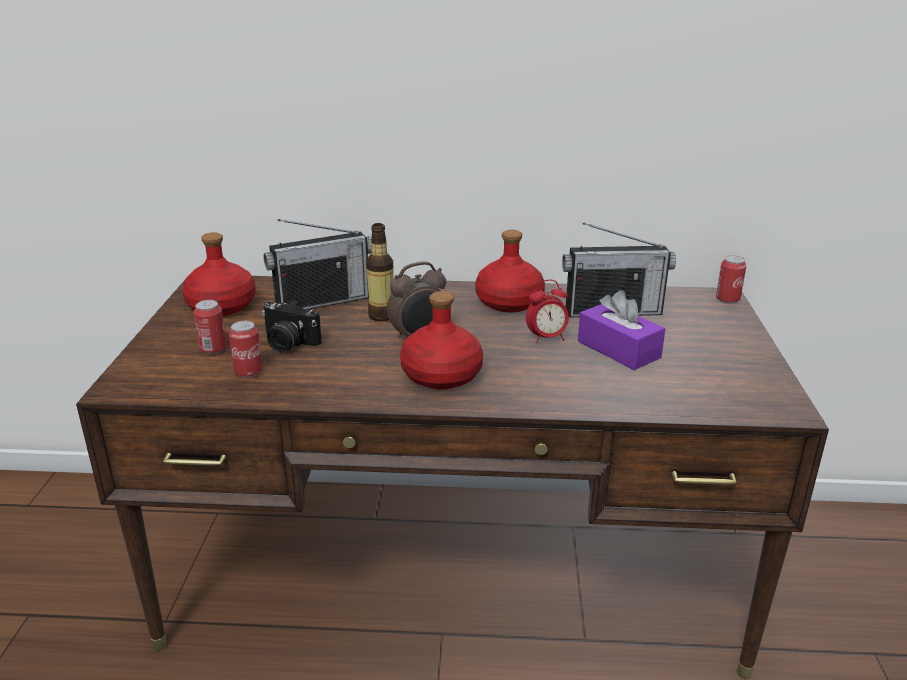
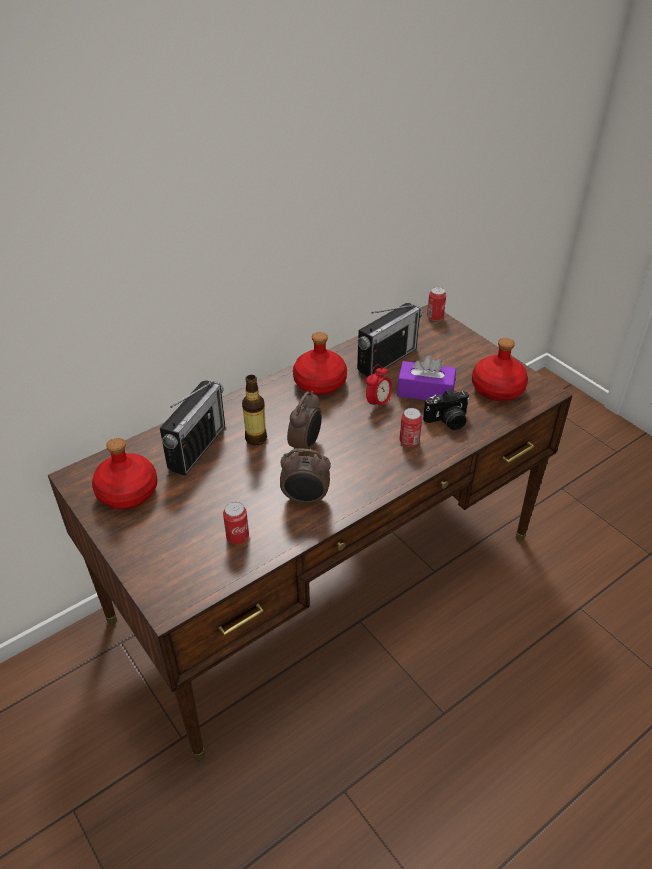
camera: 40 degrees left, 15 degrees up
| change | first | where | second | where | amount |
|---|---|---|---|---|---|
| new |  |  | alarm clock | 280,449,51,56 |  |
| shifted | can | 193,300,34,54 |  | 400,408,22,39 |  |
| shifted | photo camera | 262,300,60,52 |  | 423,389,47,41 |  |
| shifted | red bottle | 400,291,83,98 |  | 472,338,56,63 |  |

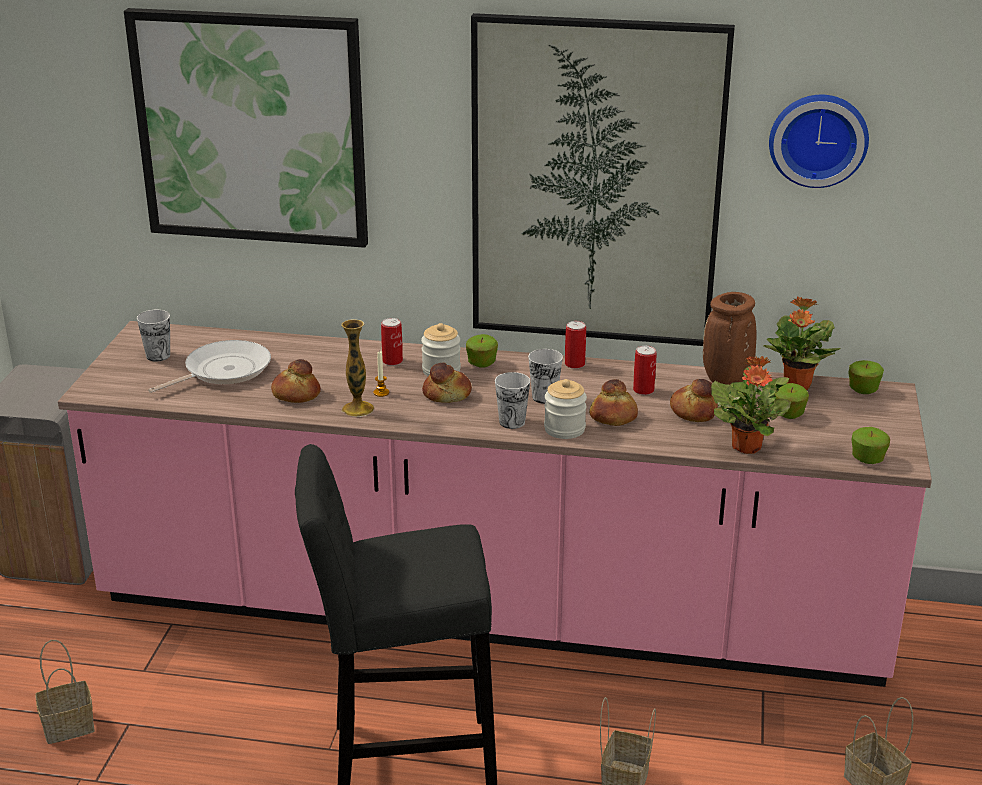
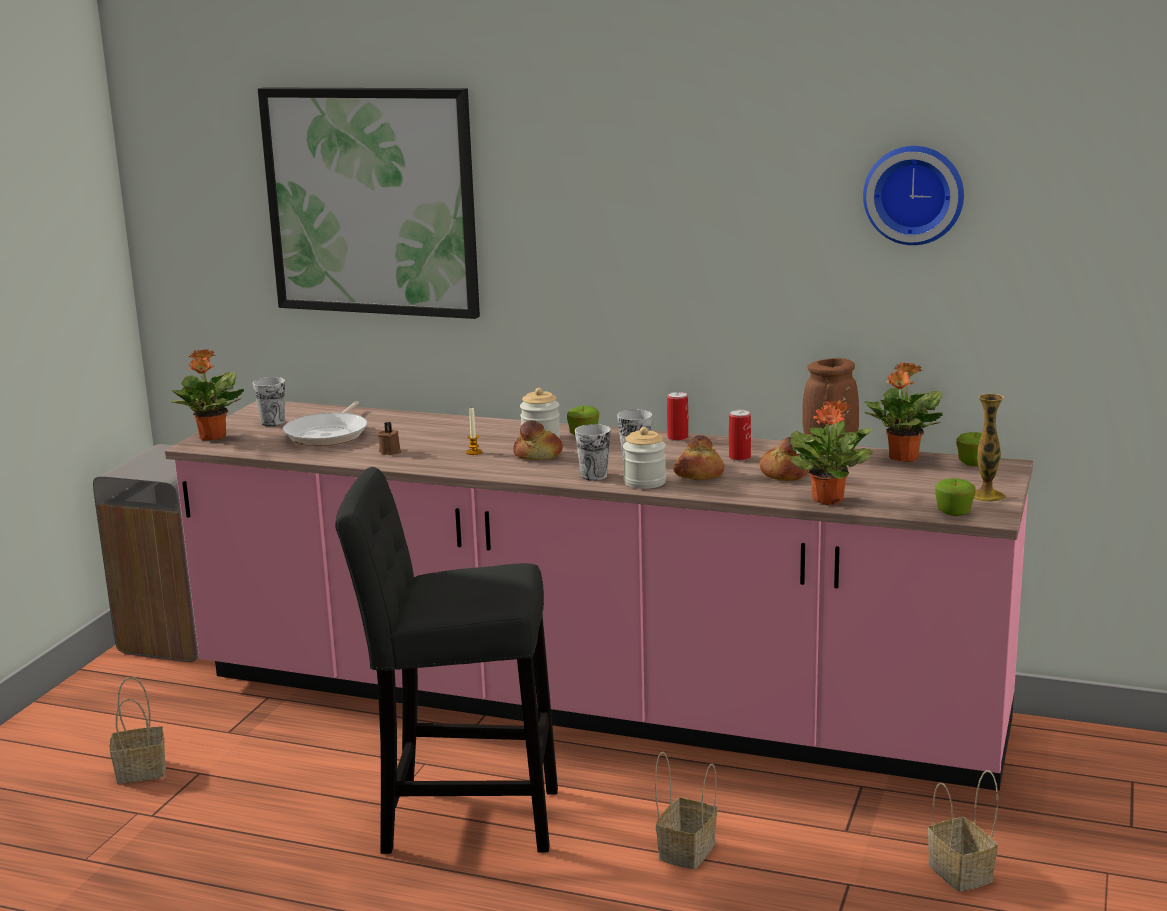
camera: 10 degrees right, 10 degrees down
| change | first | where | second | where | amount |
|---|---|---|---|---|---|
| new |  |  | potted plant | 171,349,73,91 |  |
| rotated | frying pan | 148,340,123,53 |  | 283,401,85,45 | 135 degrees clockwise |
| swapped | bread | 271,359,50,44 | brown candle | 377,422,24,33 |  |
| shifted | vase | 341,319,33,98 |  | 974,394,32,108 |  |
| gone | can | 381,318,22,48 |  |  |  |
| gone | picture | 471,13,264,333 |  |  |  |
| gone | apple | 775,383,34,36 |  |  |  |

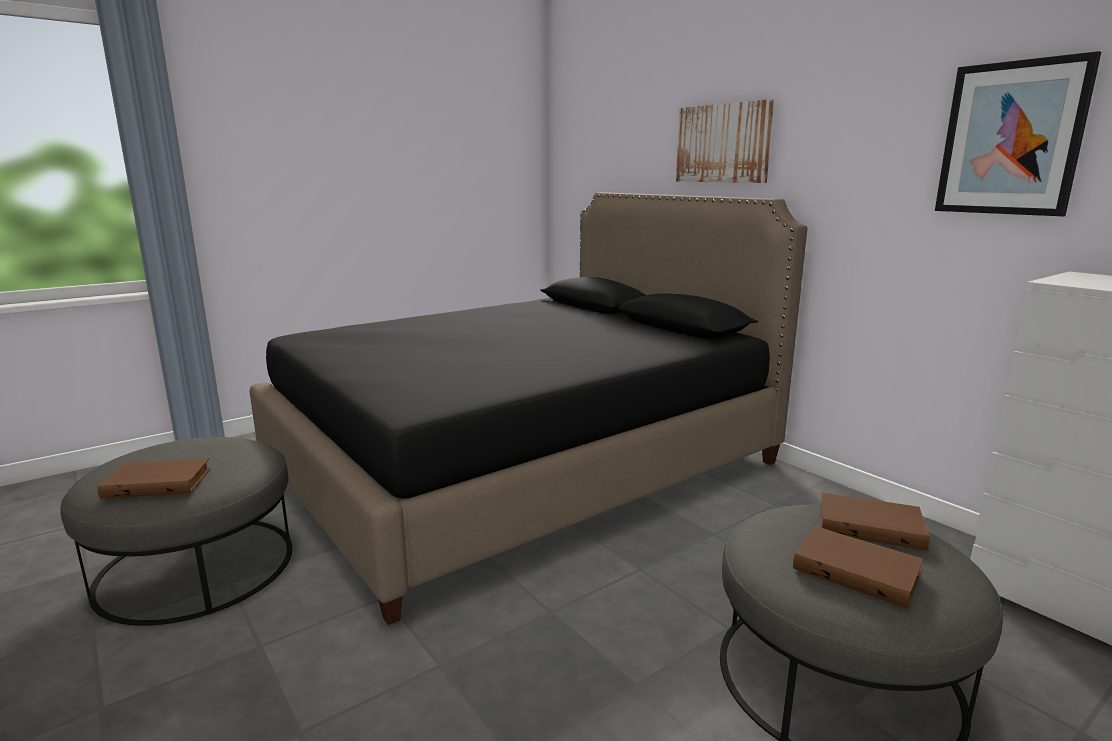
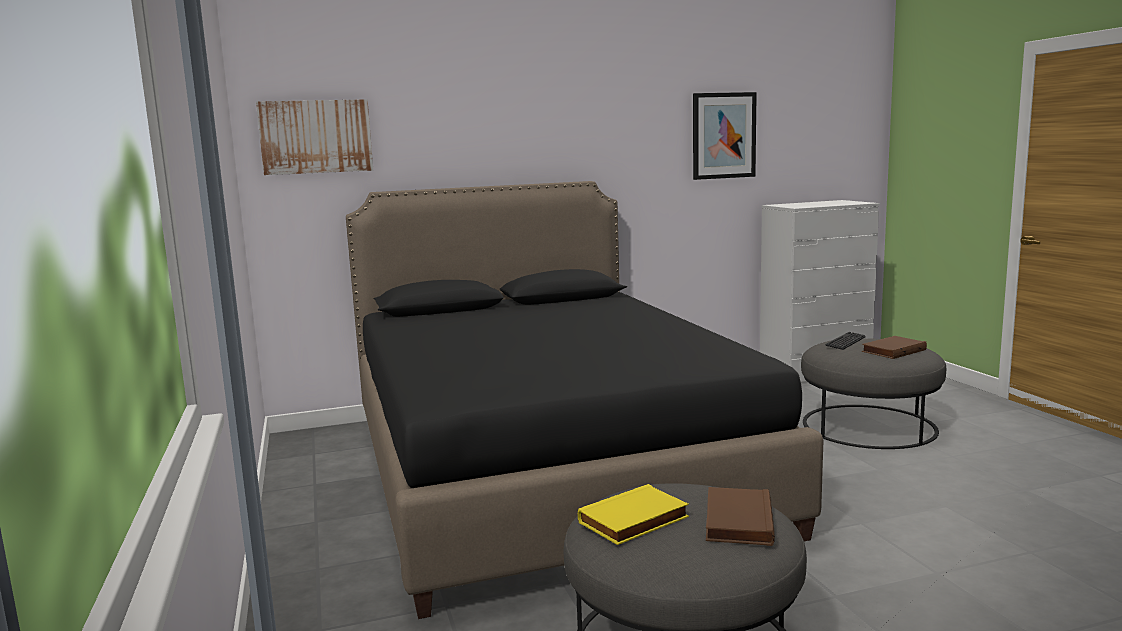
camera: 70 degrees left, 5 degrees down
| change | first | where | second | where | amount |
|---|---|---|---|---|---|
| shifted | picture | 676,99,98,84 |  | 256,99,117,76 |  |
| new |  |  | yellow book | 578,484,111,61 |  |
| swapped | brown book | 820,492,110,59 | keyboard | 825,332,41,18 |  |

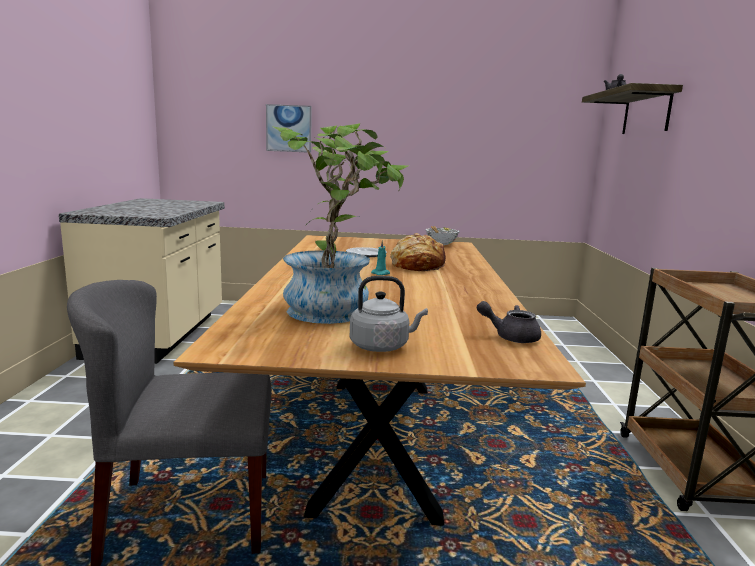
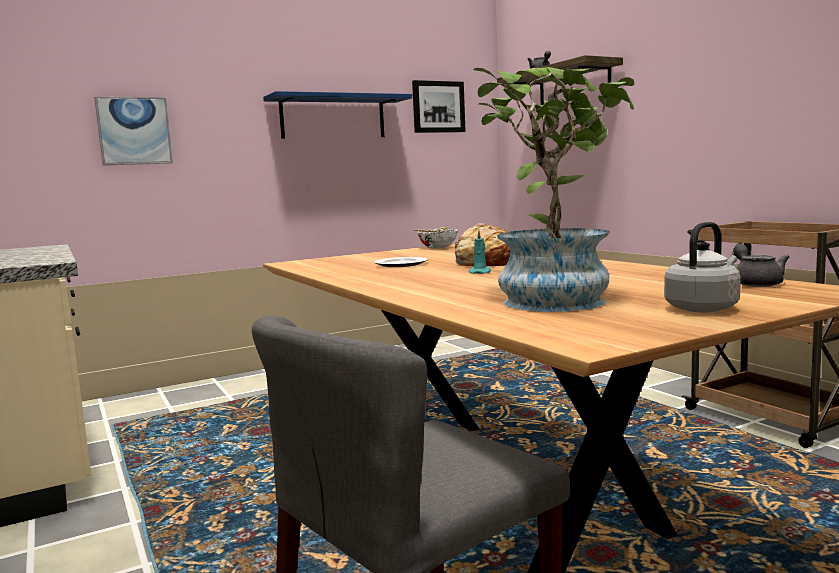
camera: 30 degrees left, 5 degrees down
| change | first | where | second | where | amount |
|---|---|---|---|---|---|
| new |  |  | blue shelf | 263,91,149,48 |  |
| new |  |  | picture | 412,80,54,53 |  |
| rotated | grey teapot | 477,301,64,42 |  | 733,244,56,43 | 105 degrees clockwise |

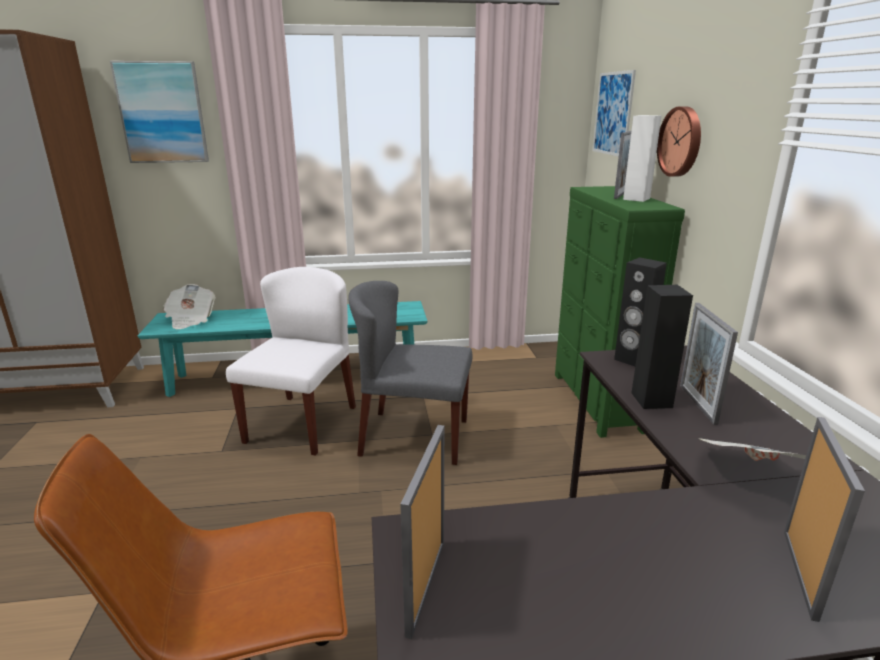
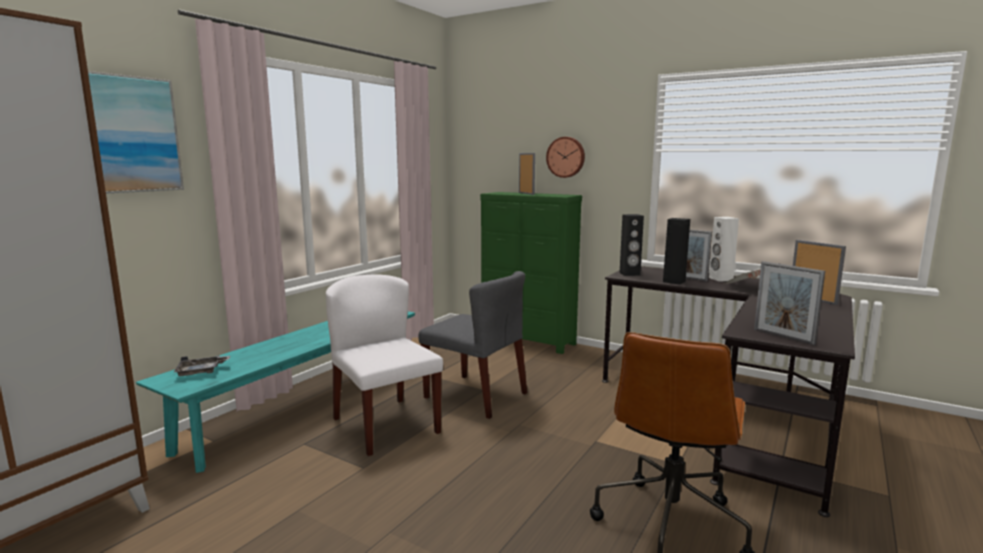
camera: 50 degrees left, 10 degrees down
| change | first | where | second | where | amount |
|---|---|---|---|---|---|
| swapped | newspaper | 163,284,53,45 | grey tray | 174,356,56,20 |  |
| rotated | grey chair | 348,281,125,184 |  | 418,271,109,148 | 105 degrees counterclockwise |
| shifted | white speaker | 623,115,38,87 |  | 709,217,30,65 |  |
| gone | picture | 593,70,43,87 |  |  |  |

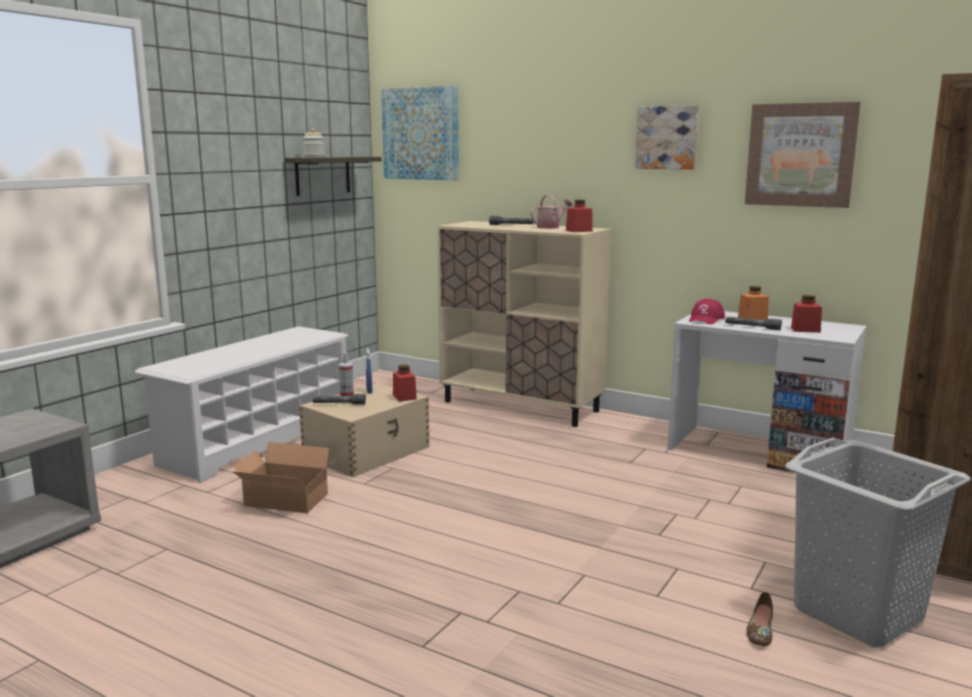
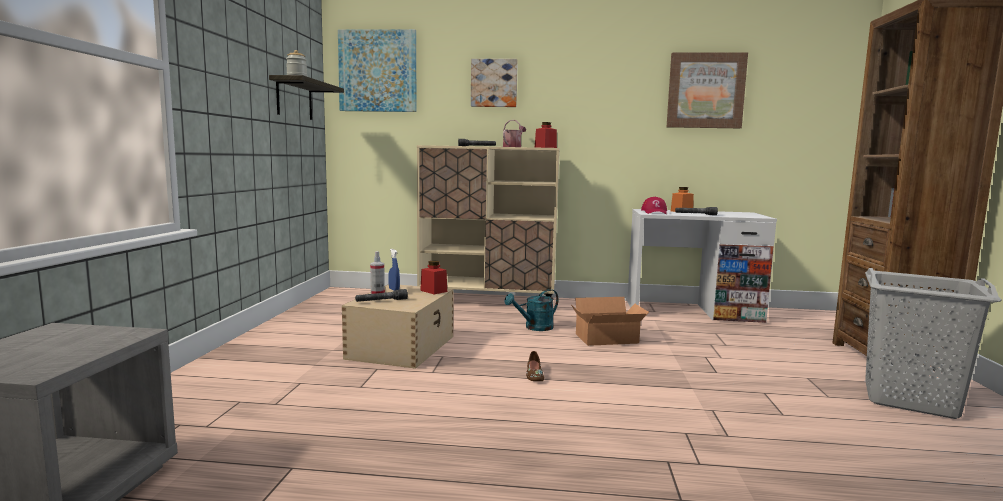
camera: 25 degrees left, 5 degrees down
| change | first | where | second | where | amount |
|---|---|---|---|---|---|
| shifted | picture | 635,105,64,64 |  | 471,59,47,48 |  |
| new |  |  | turquoise watering can | 504,289,54,42 |  |
| shifted | brown shoe | 747,592,26,54 |  | 526,351,18,30 |  |
| shifted | cardboard box | 232,442,104,71 |  | 571,297,78,49 |  |
| gone | white shoe rack | 135,326,213,157 |  |  |  |
| gone | red jar | 791,295,31,38 |  |  |  |

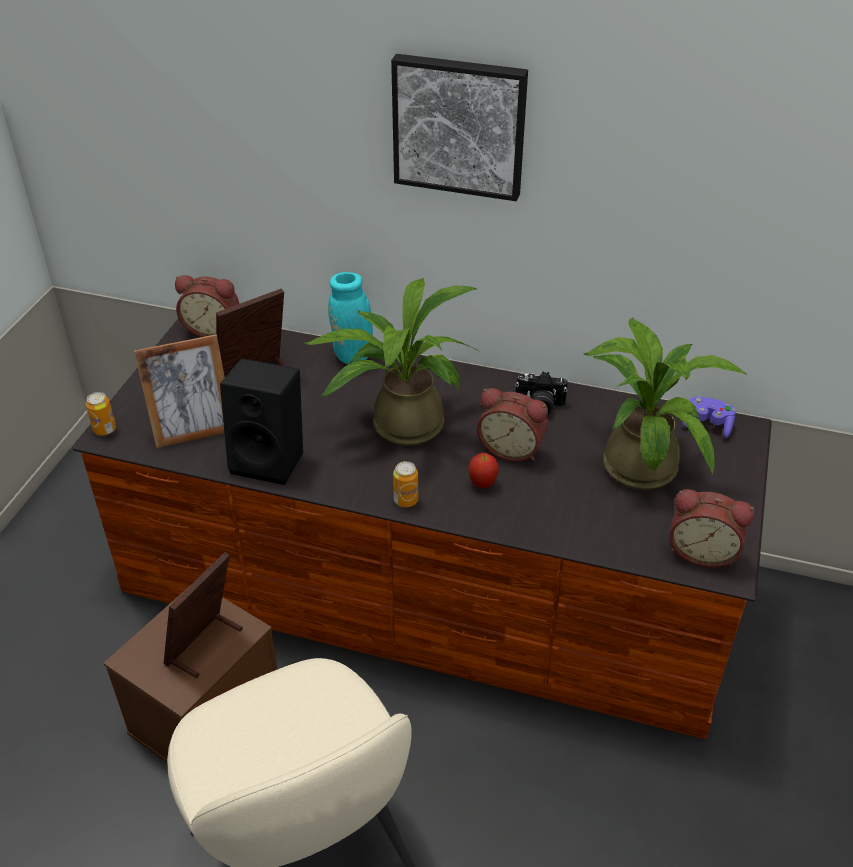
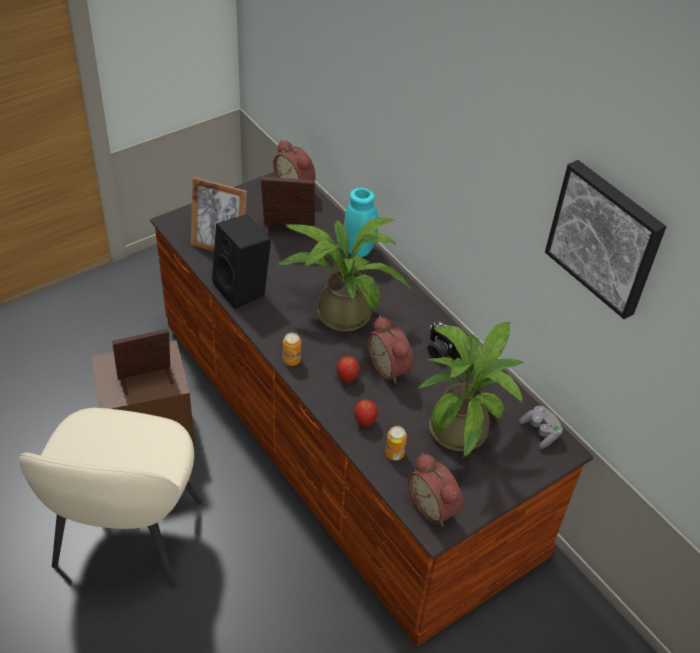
camera: 35 degrees right, 5 degrees up
| change | first | where | second | where | amount |
|---|---|---|---|---|---|
| new |  |  | apple | 354,399,24,27 |  |
| shifted | can | 86,392,30,44 |  | 385,426,22,34 |  |
| repainted | purple game controller | 682,397,54,42 | grey game controller | 519,406,44,43 |  |
| shifted | picture | 391,54,137,147 |  | 545,160,121,159 |  |

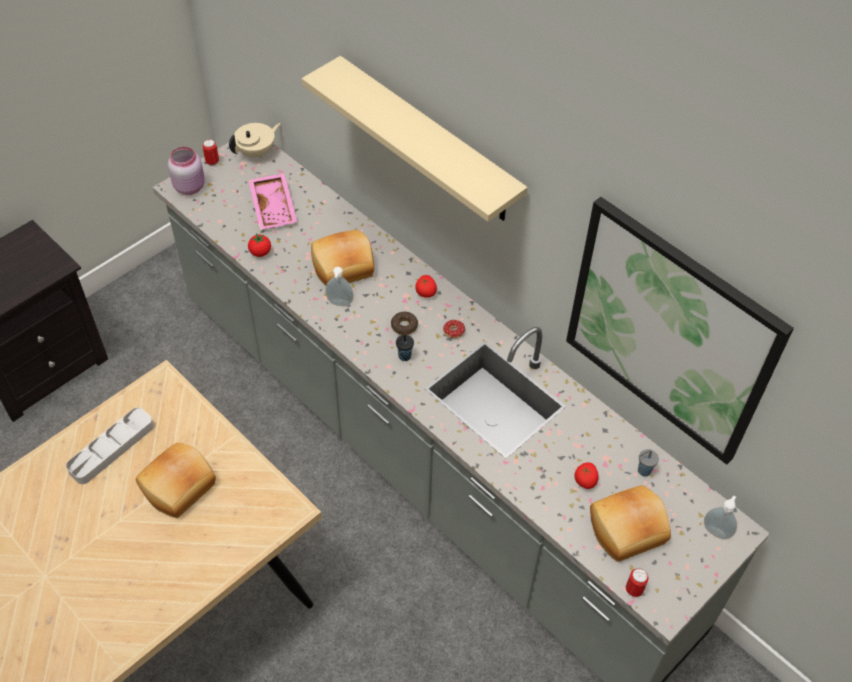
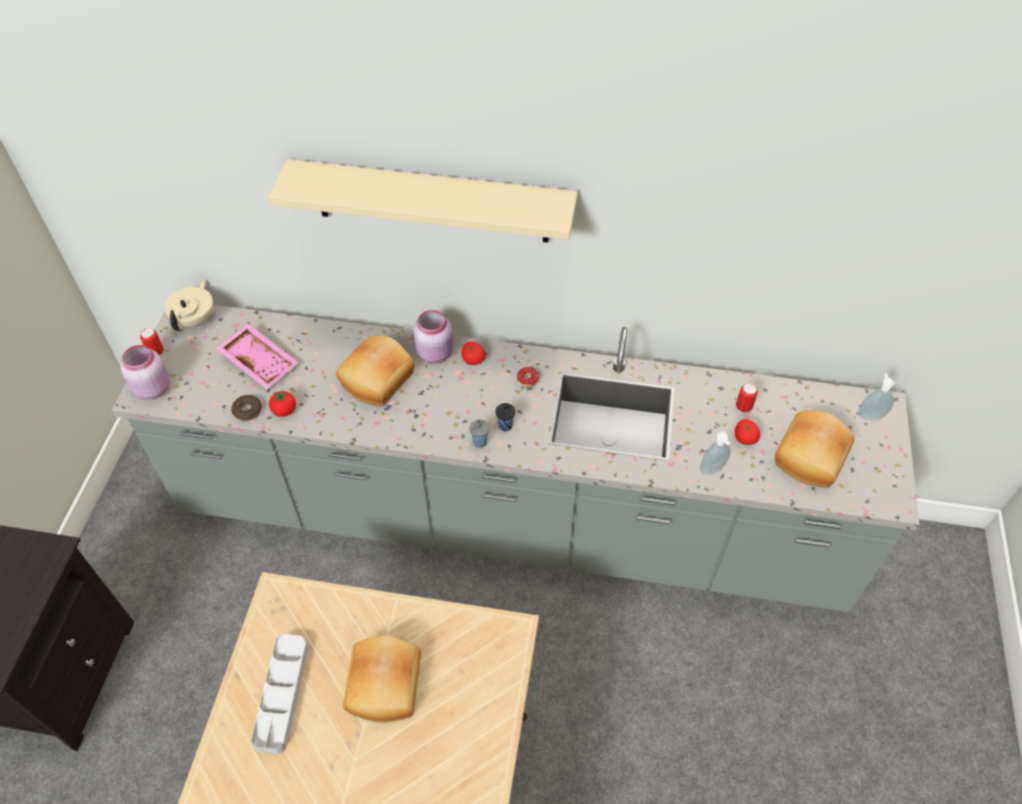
camera: 35 degrees left, 0 degrees up
| change | first | where | second | where | amount |
|---|---|---|---|---|---|
| shifted | donut | 391,312,27,23 |  | 231,395,31,26 |  |
| new |  |  | pink jar | 413,310,40,54 |  |
| shifted | grey cup | 638,449,21,28 |  | 469,419,21,29 |  |
| shifted | soap dispenser | 325,267,29,39 |  | 700,432,31,43 |  |
| shifted | can | 626,568,23,29 |  | 736,383,22,30 |  |
| gone | picture | 566,197,228,268 |  |  |  |

